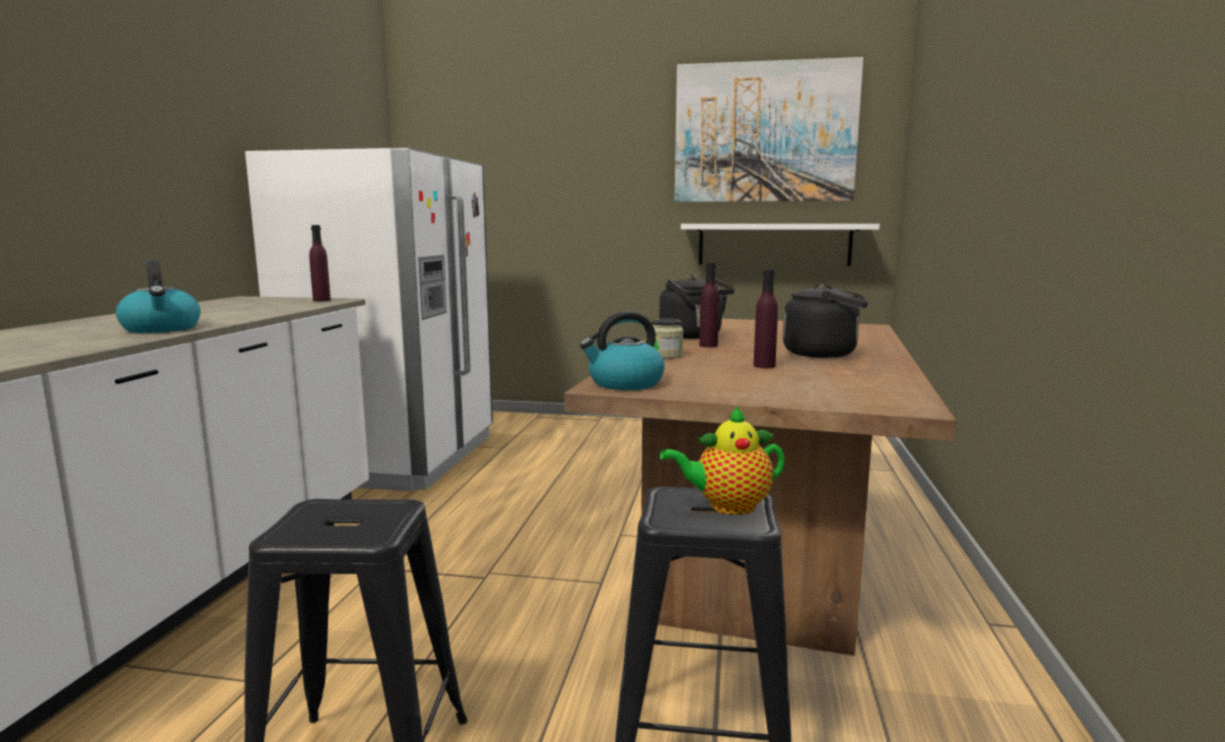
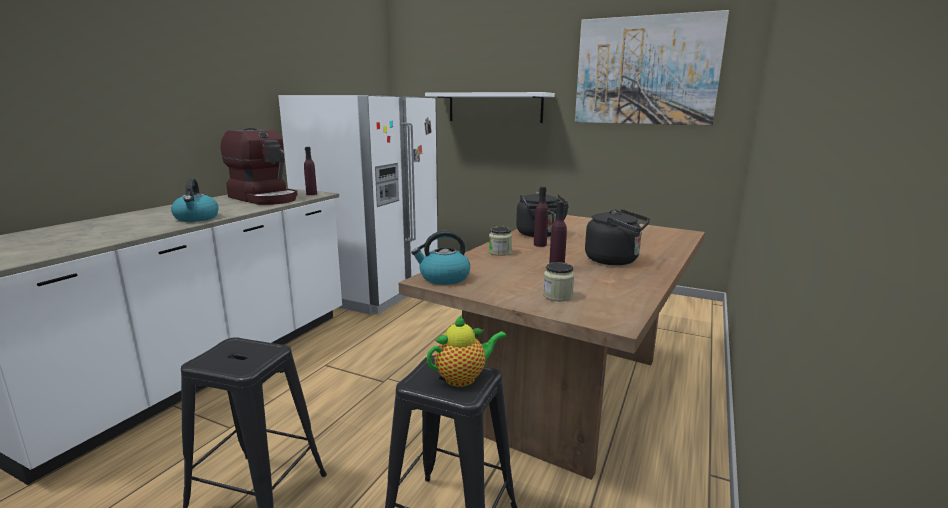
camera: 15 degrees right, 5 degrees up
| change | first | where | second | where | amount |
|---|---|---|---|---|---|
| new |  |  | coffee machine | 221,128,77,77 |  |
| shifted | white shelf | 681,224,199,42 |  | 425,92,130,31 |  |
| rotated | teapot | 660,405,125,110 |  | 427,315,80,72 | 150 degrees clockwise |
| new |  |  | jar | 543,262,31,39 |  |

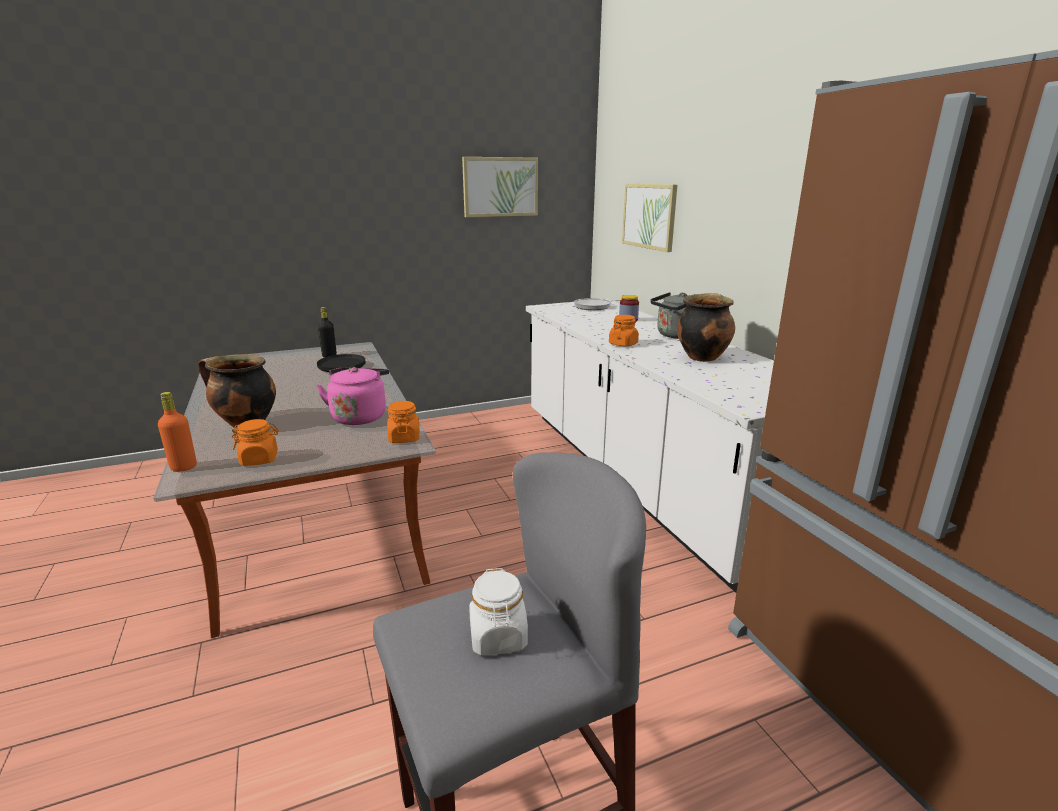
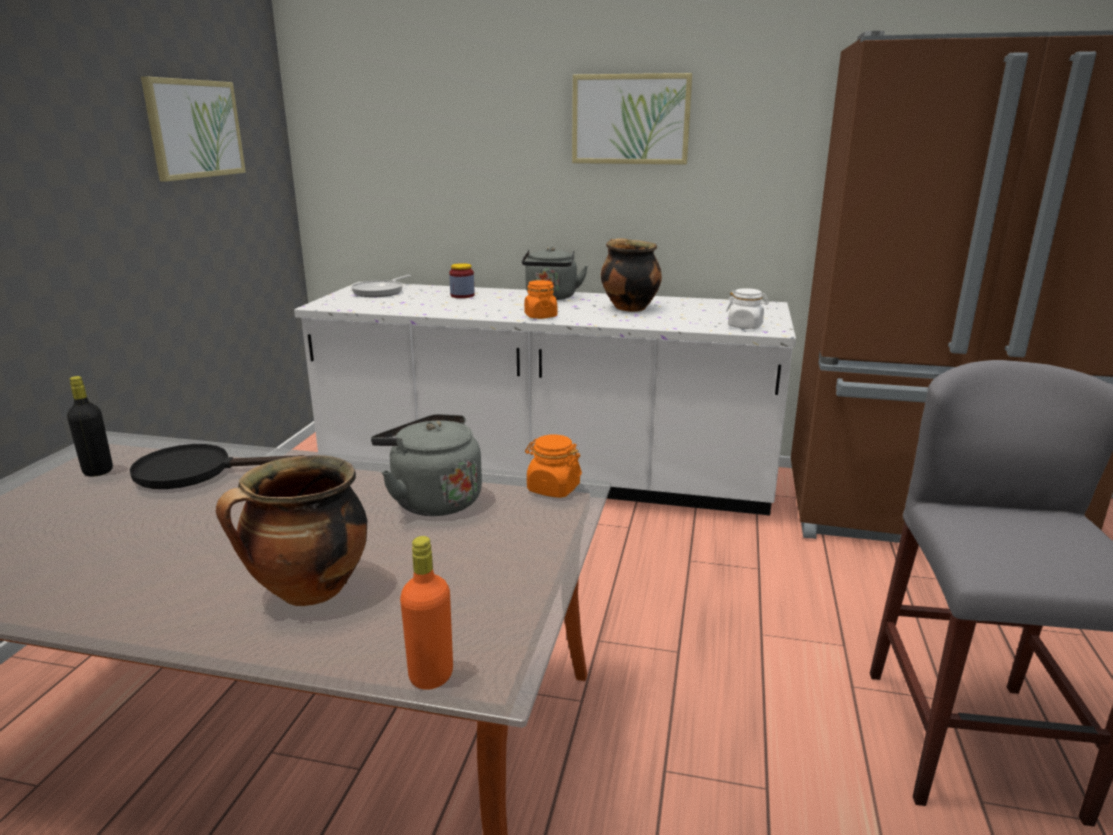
camera: 55 degrees left, 0 degrees up
| change | first | where | second | where | amount |
|---|---|---|---|---|---|
| repainted | pink kettle | 316,367,73,58 | grey kettle | 371,414,111,102 |  |
| shifted | picture | 622,184,55,68 |  | 572,73,120,92 |  |
| shifted | white jar | 469,568,59,87 |  | 726,288,43,41 |  |
| gone | orange jar | 232,419,47,47 |  |  |  |

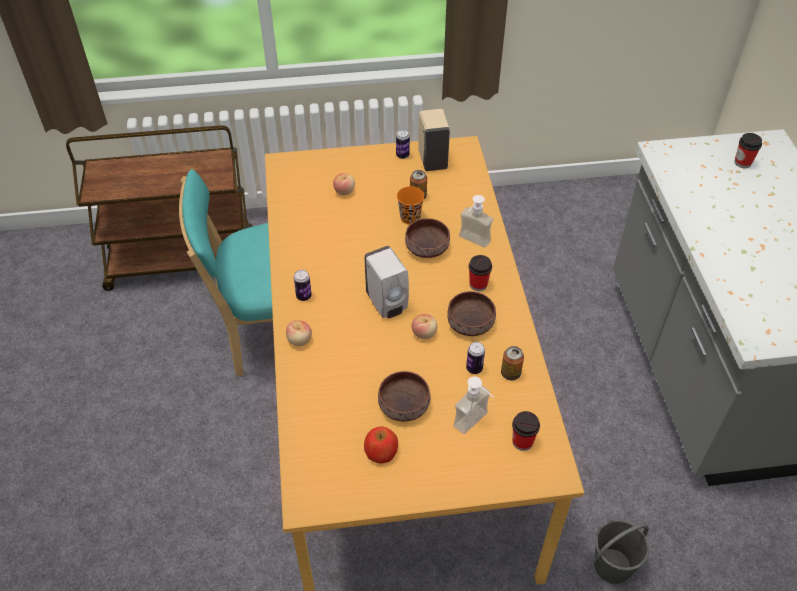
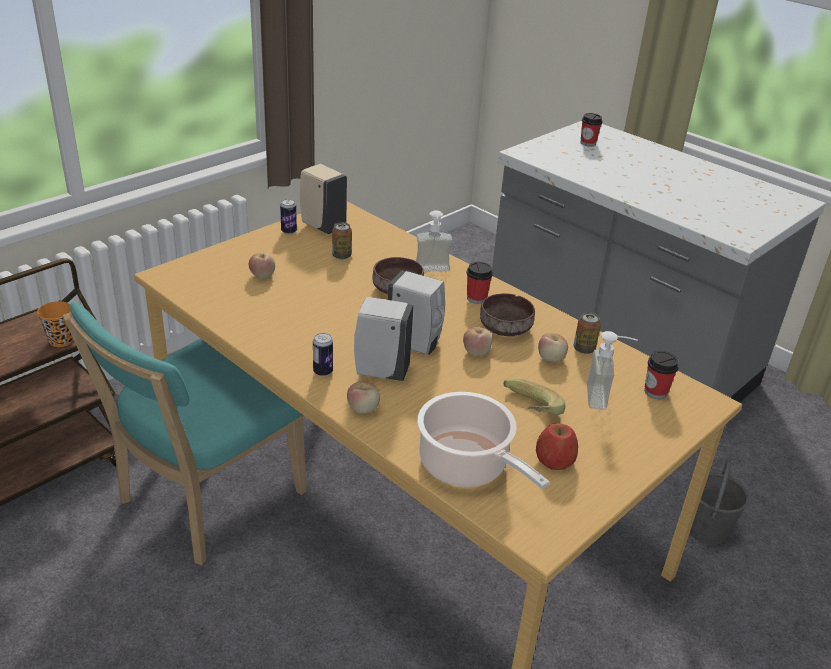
camera: 40 degrees left, 15 degrees down
| change | first | where | second | where | amount |
|---|---|---|---|---|---|
| shifted | orange cup | 397,186,27,38 |  | 37,301,36,46 |  |
| new |  |  | white soap dispenser | 354,297,60,84 |  |
| new |  |  | cooking pot | 417,392,133,97 |  |
| swapped | brown bowl | 378,371,52,51 | banana | 503,378,62,37 |  |
| swapped | can | 466,342,19,32 | apple | 538,333,30,29 |  |

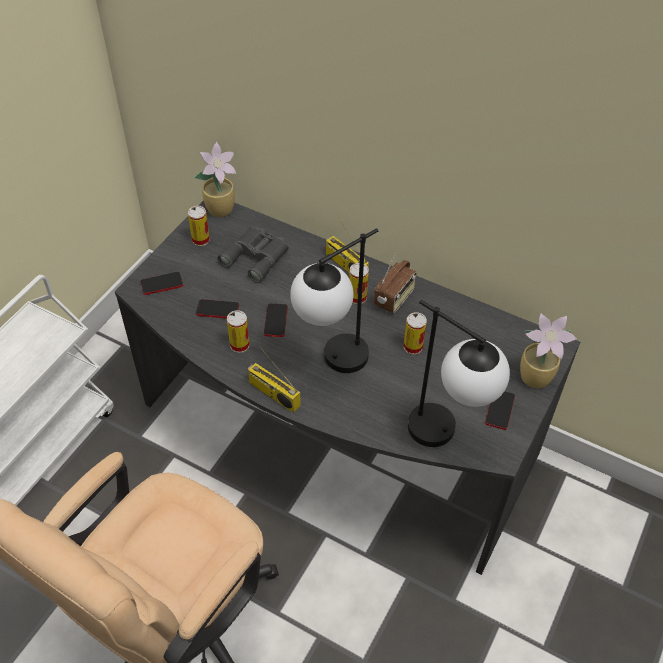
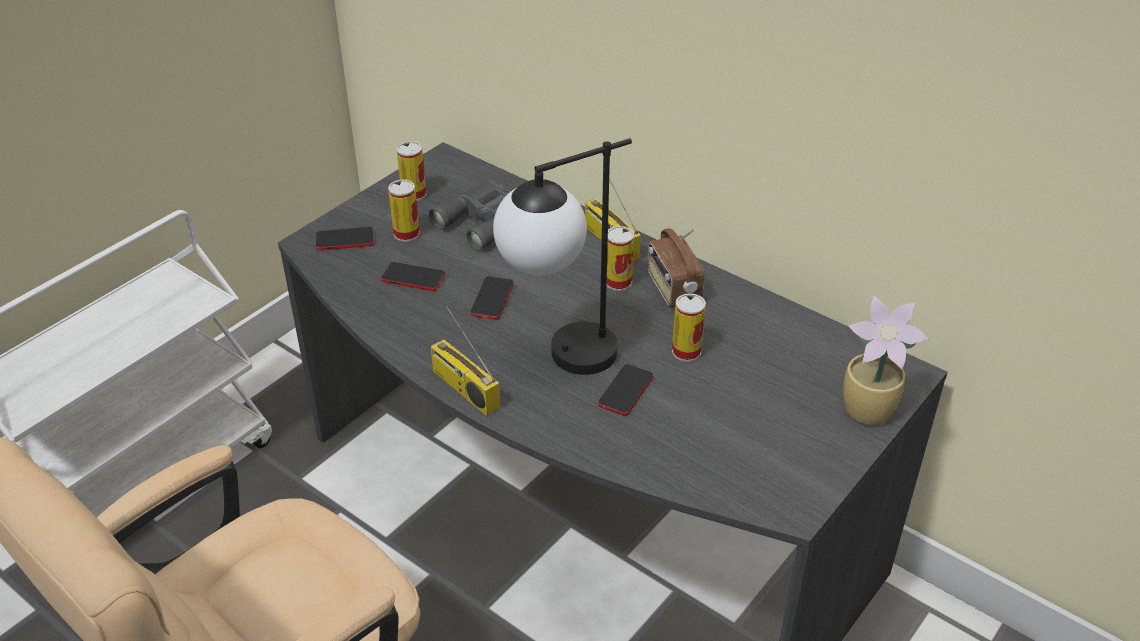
camera: 10 degrees right, 10 degrees down
| change | first | where | second | where | amount |
|---|---|---|---|---|---|
| shifted | can | 227,310,22,43 |  | 388,180,32,62 |  |
| shifted | phone | 485,391,30,39 |  | 598,364,55,52 |  |
| rotated | radio | 374,253,43,61 |  | 648,228,56,79 | 120 degrees clockwise |
| gone | potted plant | 194,142,42,75 |  |  |  |
| gone | table lamp | 408,300,102,147 |  |  |  |

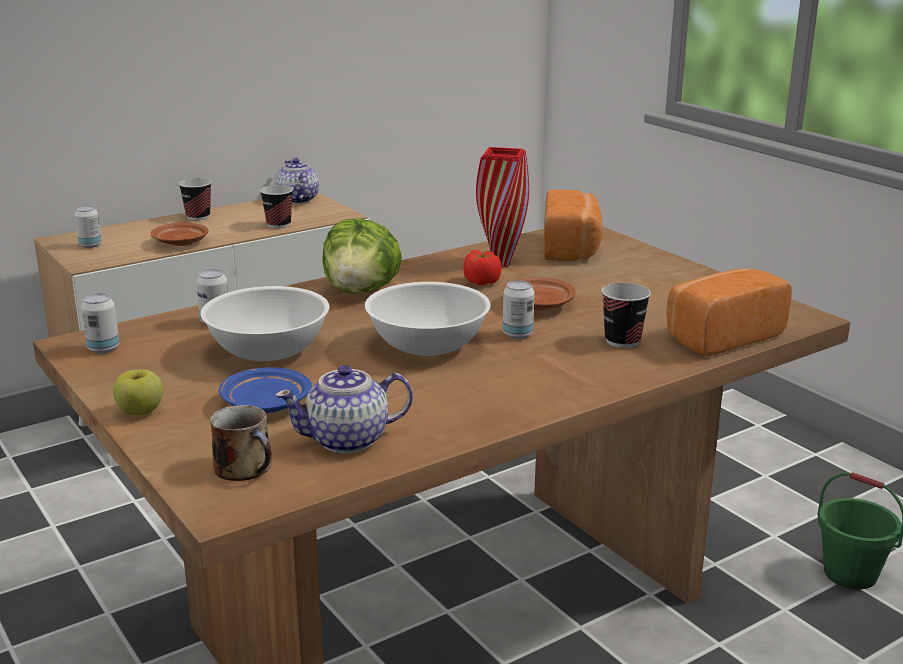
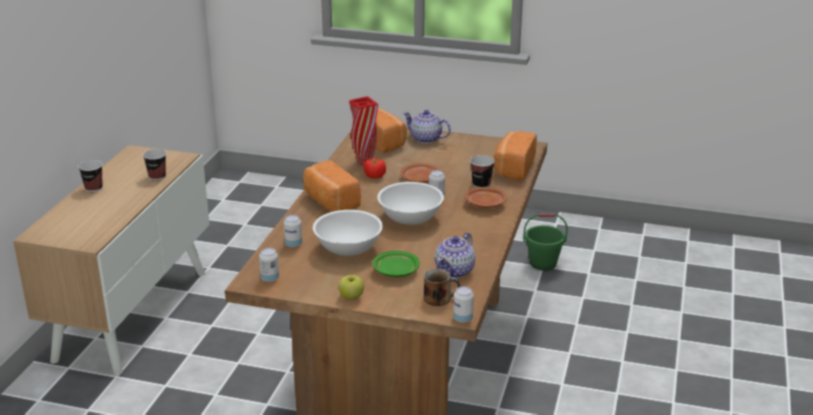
camera: 40 degrees left, 5 degrees up
| change | first | where | second | where | amount |
|---|---|---|---|---|---|
| swapped | lettuce | 322,218,80,76 | bread | 303,160,58,52 |  |
| repainted | blue plate | 219,367,93,46 | green plate | 373,251,47,26 |  |
| shifted | teapot | 275,158,44,46 |  | 403,110,48,33 |  |
| shifted | can | 74,206,28,42 |  | 453,286,21,37 |  |
| shifted | brown plate | 151,222,58,24 |  | 464,187,43,21 |  |

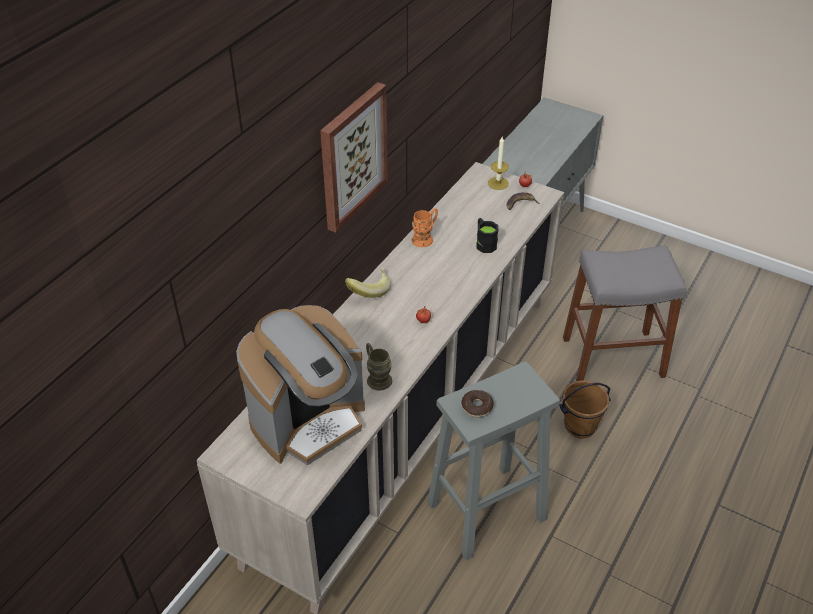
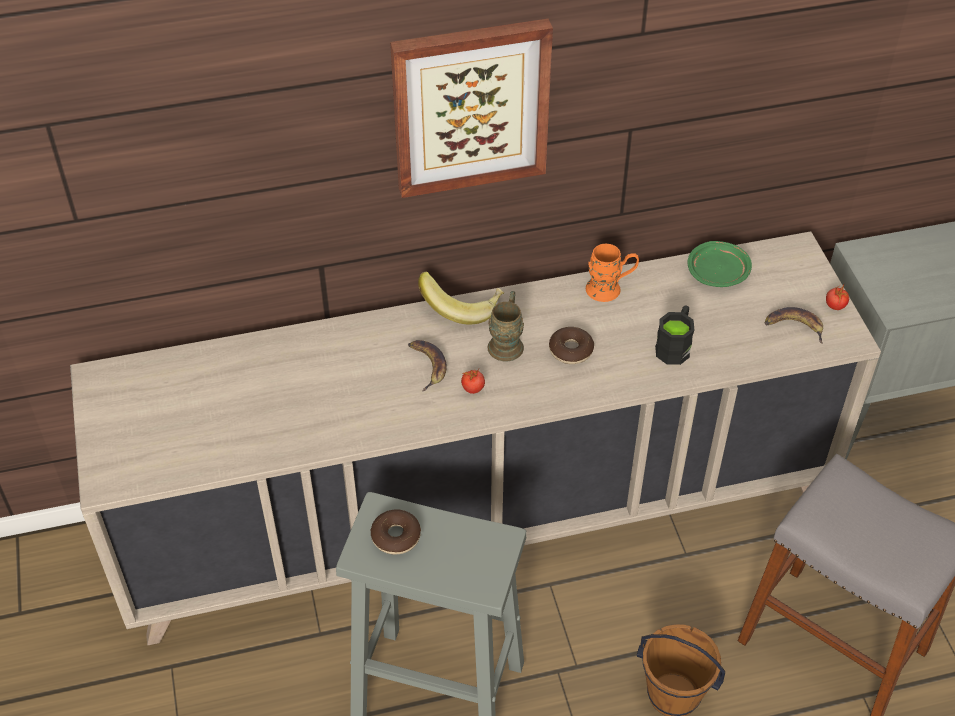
camera: 45 degrees right, 5 degrees up
| change | first | where | second | where | amount |
|---|---|---|---|---|---|
| new |  |  | banana | 408,340,39,51 |  |
| shifted | brown mug | 366,343,26,48 |  | 488,291,36,70 |  |
| new |  |  | donut | 549,327,45,37 |  |
| new |  |  | green plate | 687,241,65,46 |  |
| gone | coffee machine | 236,305,129,160 |  |  |  |
| gone | candle | 488,137,21,53 |  |  |  |

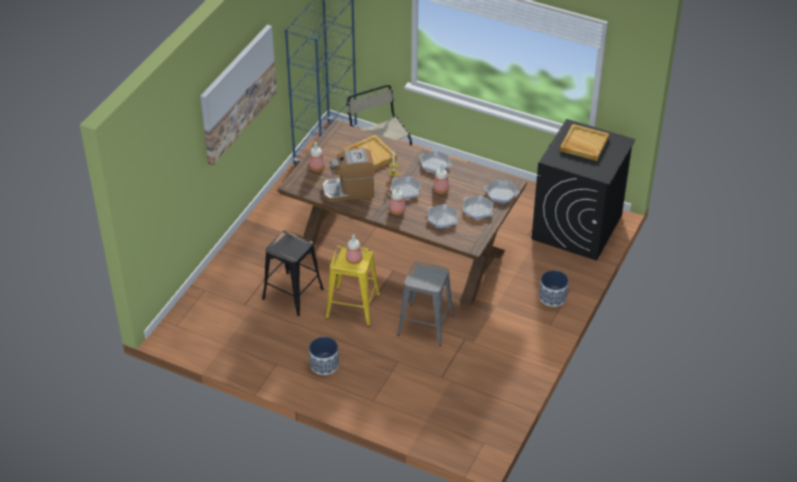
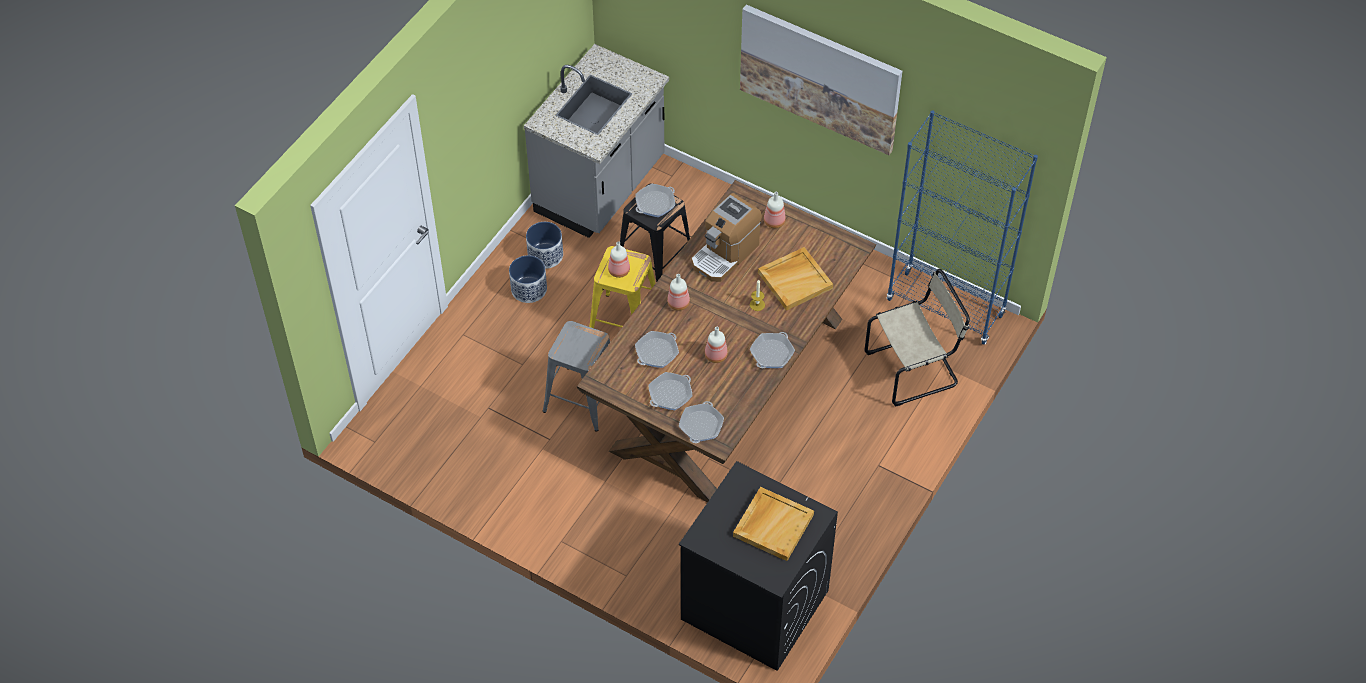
camera: 95 degrees right, 10 degrees up
| change | first | where | second | where | amount |
|---|---|---|---|---|---|
| new |  |  | grey counter | 524,44,145,194 |  |
| shifted | planter | 539,270,30,37 |  | 526,222,37,47 |  |
| shifted | frying pan | 390,176,31,23 |  | 635,184,40,33 |  |
| rotated | coffee machine | 322,148,53,54 |  | 691,193,71,89 | 135 degrees counterclockwise |

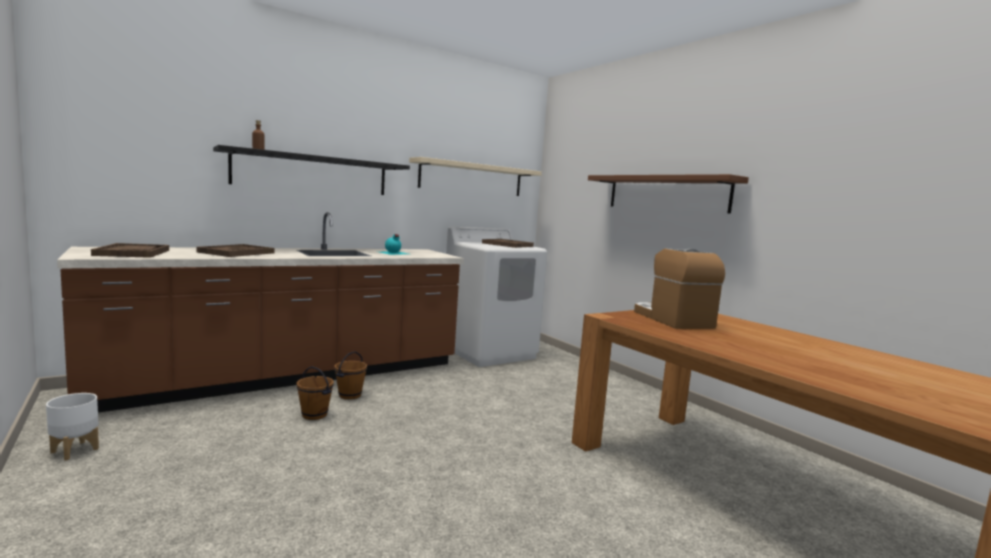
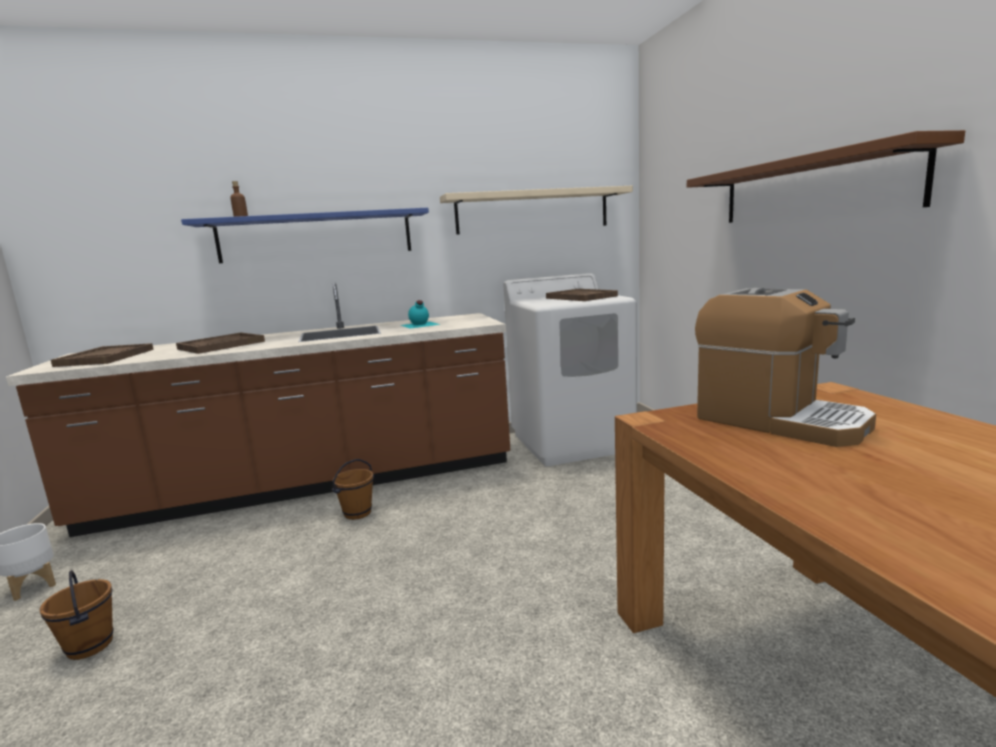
camera: 20 degrees right, 5 degrees up
| change | first | where | second | where | amount |
|---|---|---|---|---|---|
| shifted | brown bucket | 297,366,37,54 |  | 39,570,74,90 |  |
| repainted | black shelf | 213,145,197,50 | blue shelf | 181,208,248,55 |  |
| rotated | coffee machine | 634,249,91,80 |  | 695,288,181,159 | 135 degrees clockwise |

